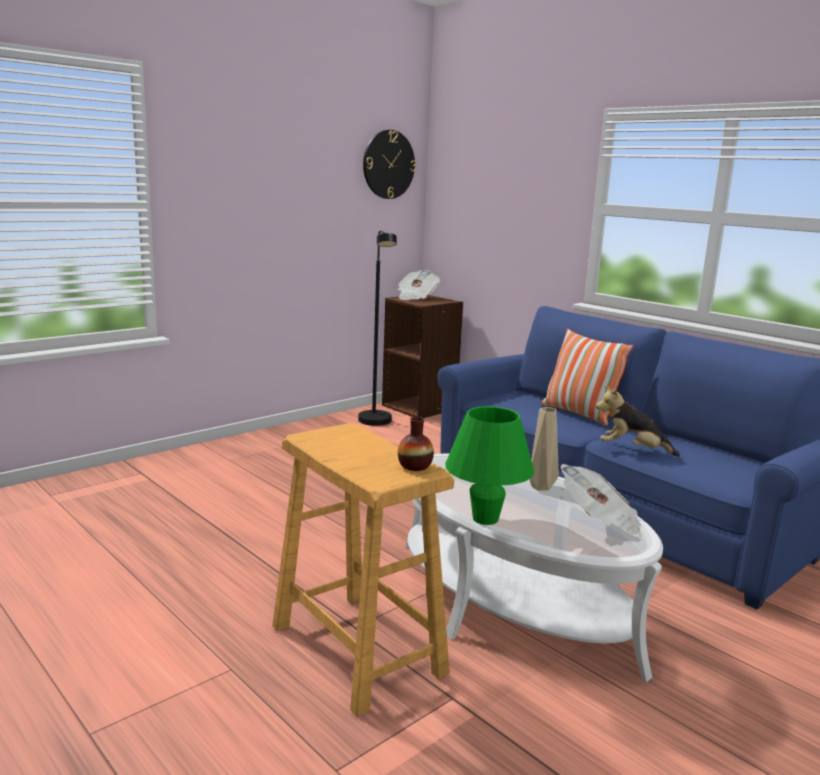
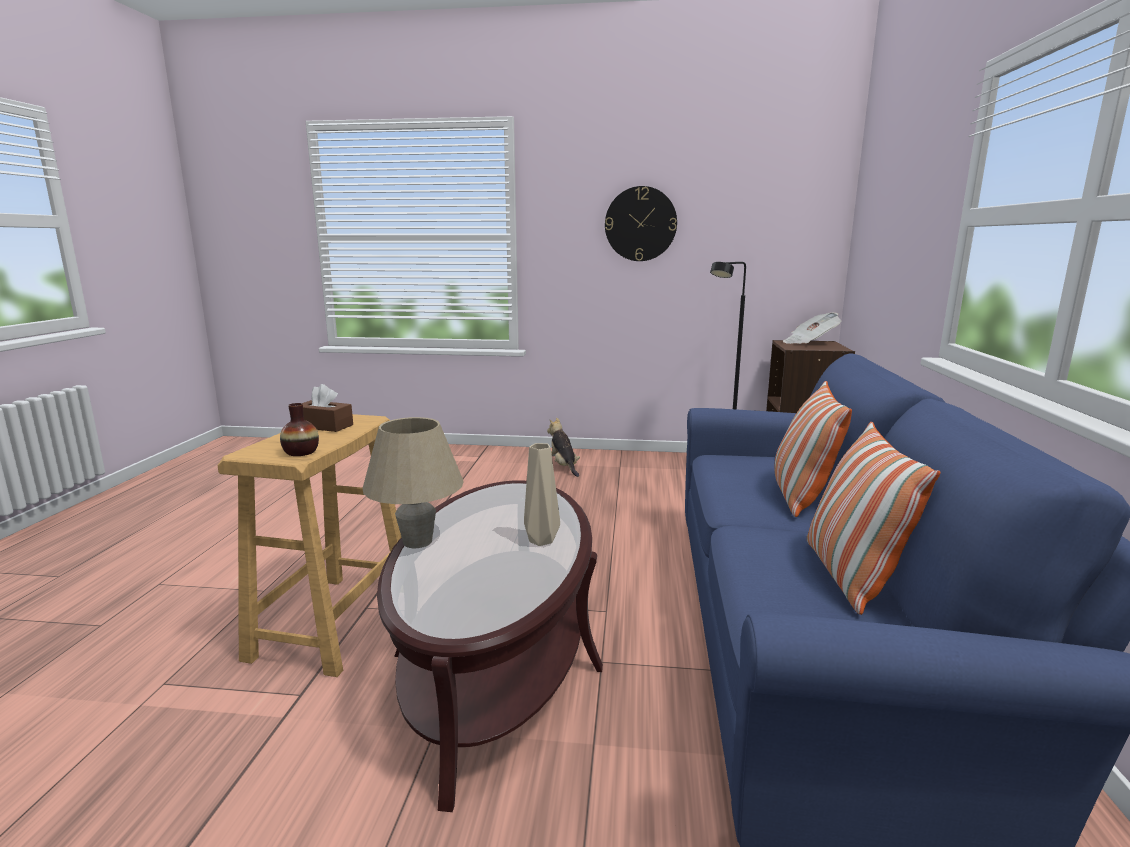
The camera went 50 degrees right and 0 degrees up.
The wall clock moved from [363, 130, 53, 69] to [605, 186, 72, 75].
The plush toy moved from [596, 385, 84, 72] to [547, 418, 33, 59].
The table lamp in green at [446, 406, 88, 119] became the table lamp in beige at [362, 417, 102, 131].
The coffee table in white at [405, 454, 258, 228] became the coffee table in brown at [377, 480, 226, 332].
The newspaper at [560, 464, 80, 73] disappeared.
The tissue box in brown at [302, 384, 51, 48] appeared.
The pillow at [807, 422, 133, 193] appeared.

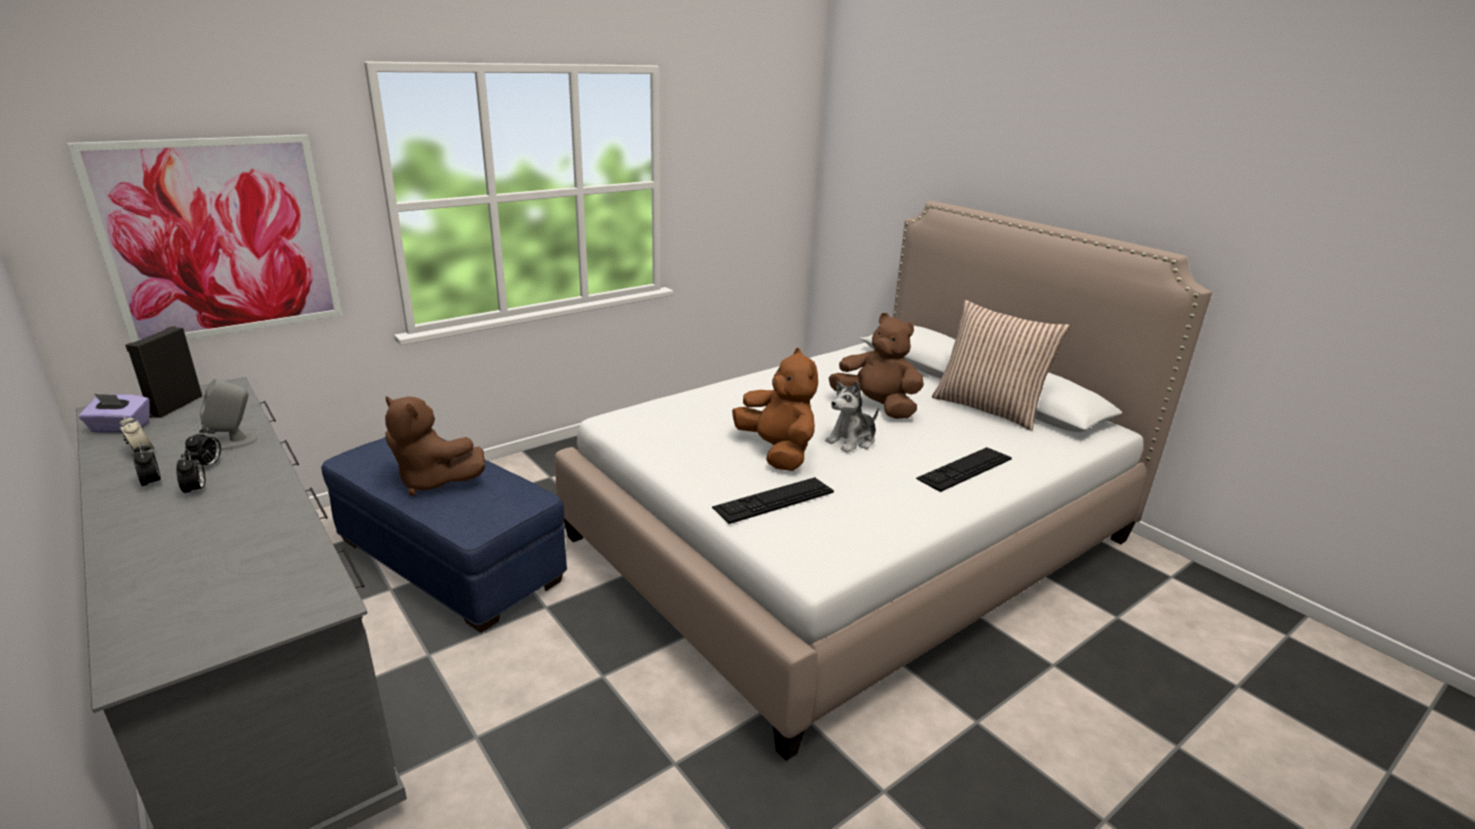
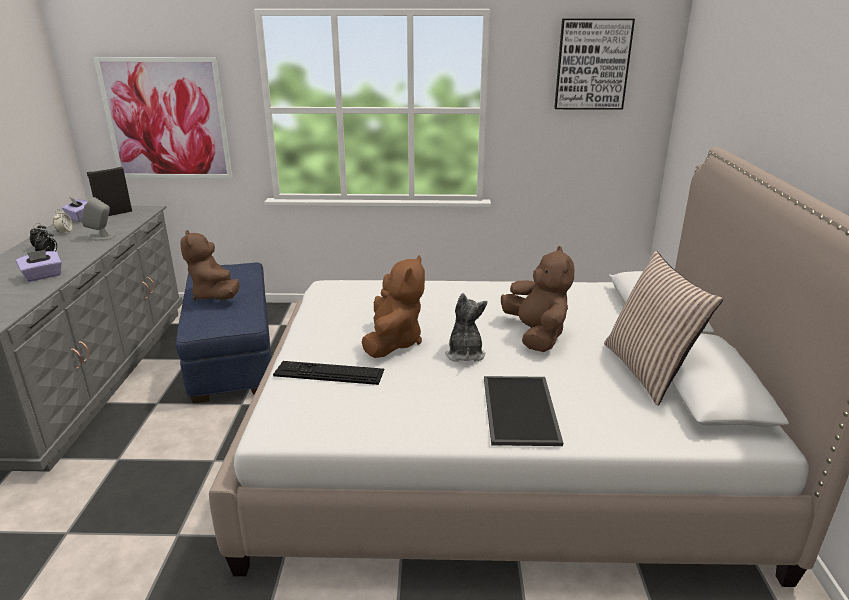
The camera went 40 degrees right and 0 degrees up.
The plush toy at [825, 381, 54, 72] turned 90 degrees clockwise.
The alarm clock at [185, 425, 36, 42] disappeared.
The keyboard at [916, 447, 96, 45] was replaced by the tray at [484, 376, 79, 70].
The picture at [554, 19, 81, 91] appeared.
The tissue box in purple at [16, 250, 46, 32] appeared.

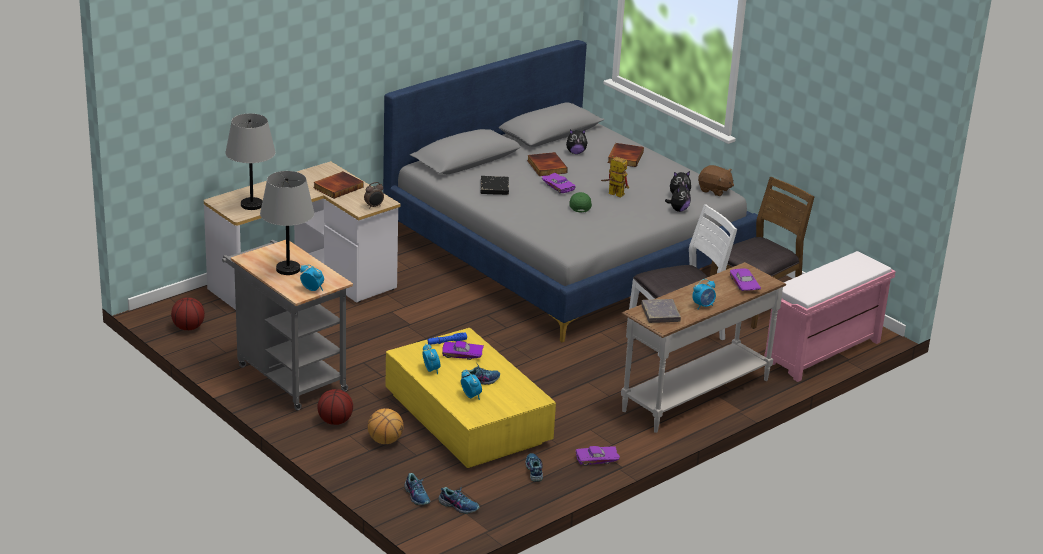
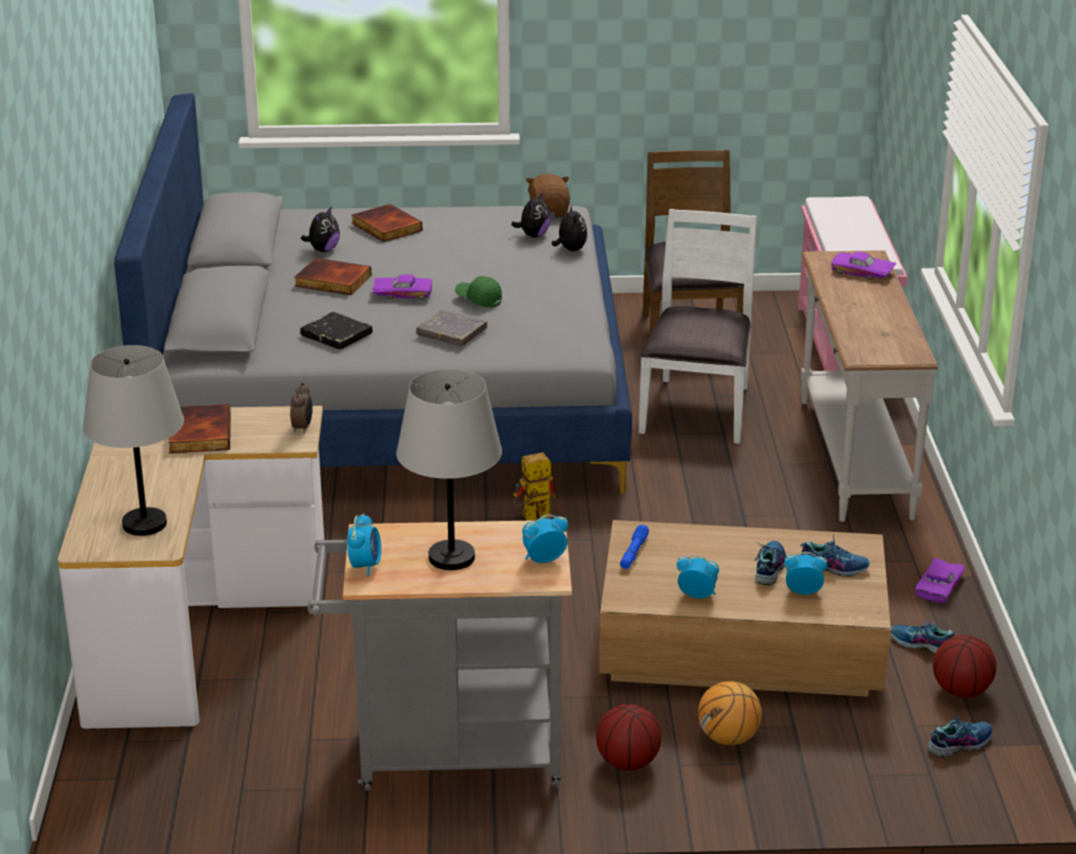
The camera went 50 degrees left and 0 degrees up.
The toy robot moved from [601, 155, 28, 43] to [513, 453, 42, 68].
The plush toy in brown at [698, 165, 36, 31] turned 75 degrees counterclockwise.
The alarm clock moved from [692, 279, 24, 31] to [347, 513, 34, 63].
The basketball moved from [171, 298, 34, 32] to [933, 635, 63, 63].
The book in grey moved from [641, 299, 40, 24] to [416, 310, 71, 37].
The coffee table in yellow at [385, 328, 171, 140] became the coffee table in brown at [599, 520, 292, 177].
The toy car in purple at [442, 341, 42, 19] disappeared.
The shoe moved from [404, 473, 26, 32] to [800, 534, 70, 43].

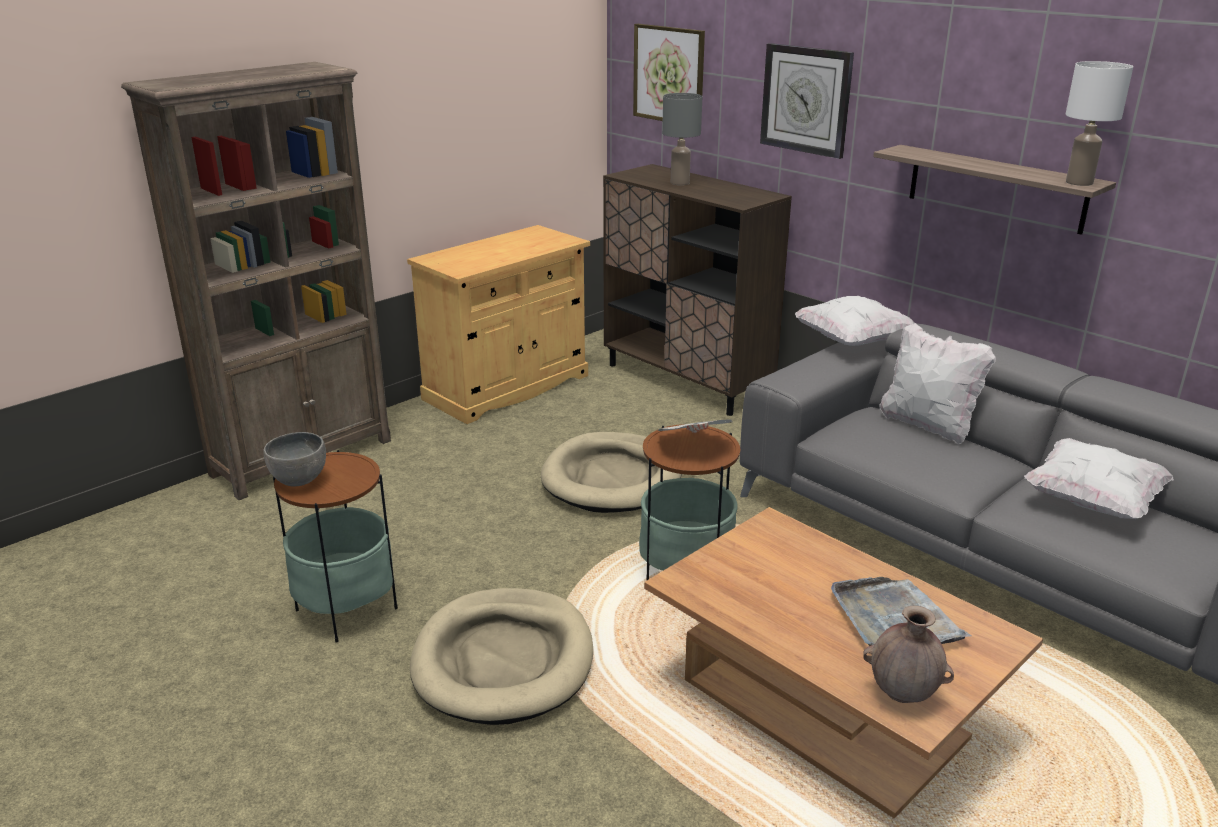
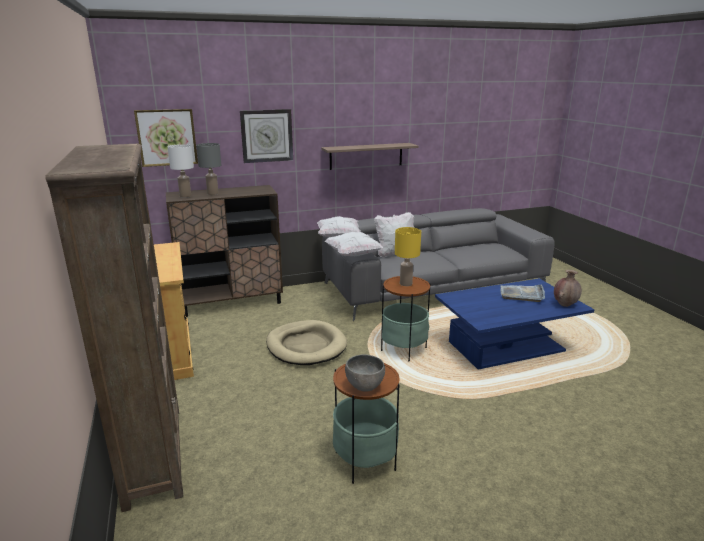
The camera went 65 degrees left and 5 degrees down.
The table lamp in white moved from [1066, 61, 67, 125] to [167, 144, 27, 54].
The newspaper at [657, 420, 75, 13] was replaced by the table lamp in yellow at [395, 227, 26, 59].
The pillow in white moved from [1024, 438, 150, 81] to [325, 232, 58, 24].
The coffee table in brown at [644, 507, 399, 312] became the coffee table in blue at [435, 279, 160, 91].
The dog bed in beige at [410, 588, 183, 137] disappeared.

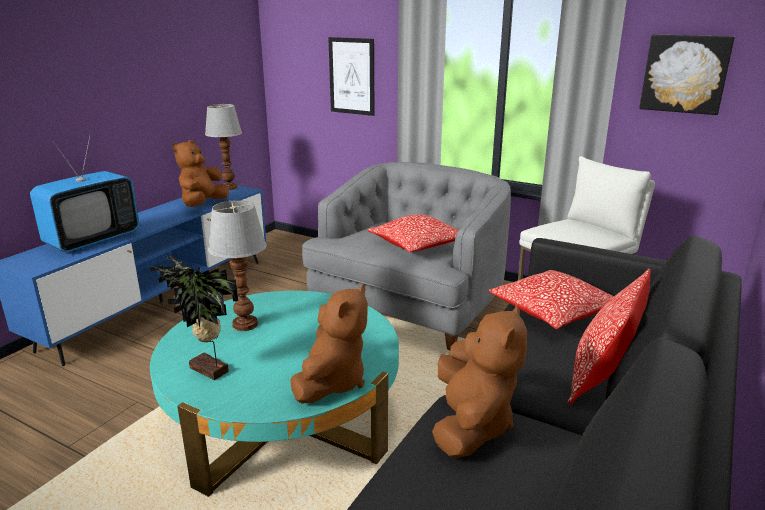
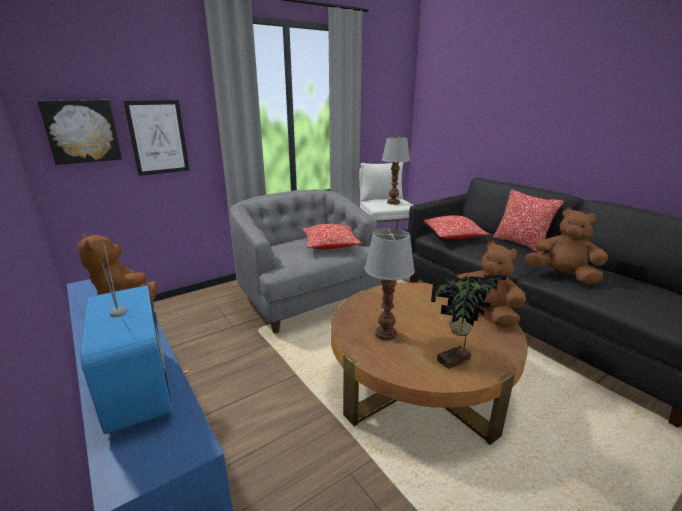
The camera went 65 degrees left and 0 degrees up.
The picture moved from [639, 35, 96, 80] to [38, 100, 84, 65].
The table lamp moved from [205, 104, 37, 86] to [382, 137, 28, 68].
The coffee table in turquoise at [150, 291, 249, 206] became the coffee table in brown at [331, 283, 197, 162].

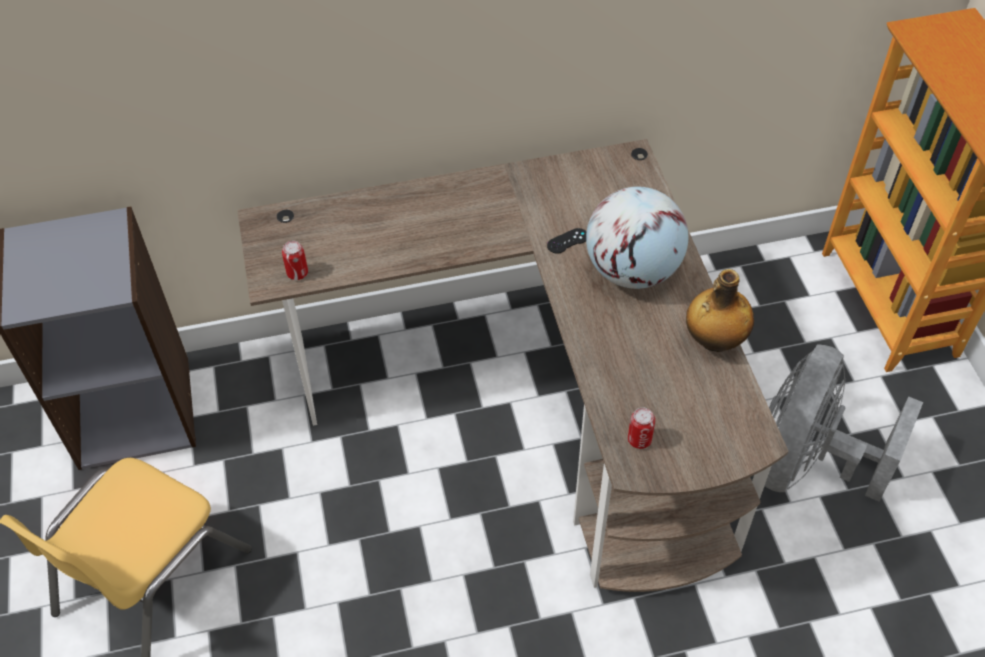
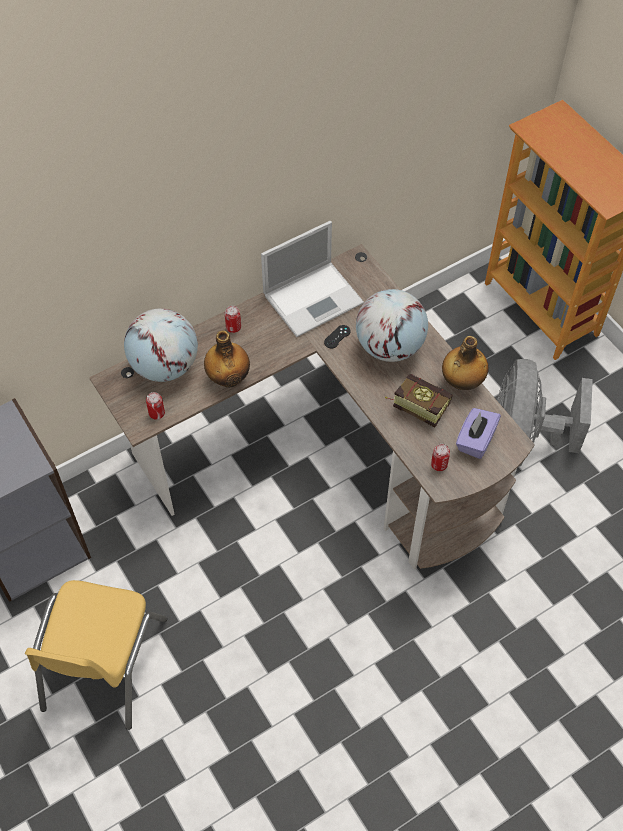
The camera went 20 degrees left and 5 degrees up.
The laptop at [261, 221, 103, 116] appeared.
The can at [225, 306, 16, 27] appeared.
The globe at [124, 308, 74, 74] appeared.
The bottle at [204, 330, 46, 58] appeared.
The book at [385, 374, 68, 53] appeared.
The tissue box in purple at [456, 408, 45, 51] appeared.

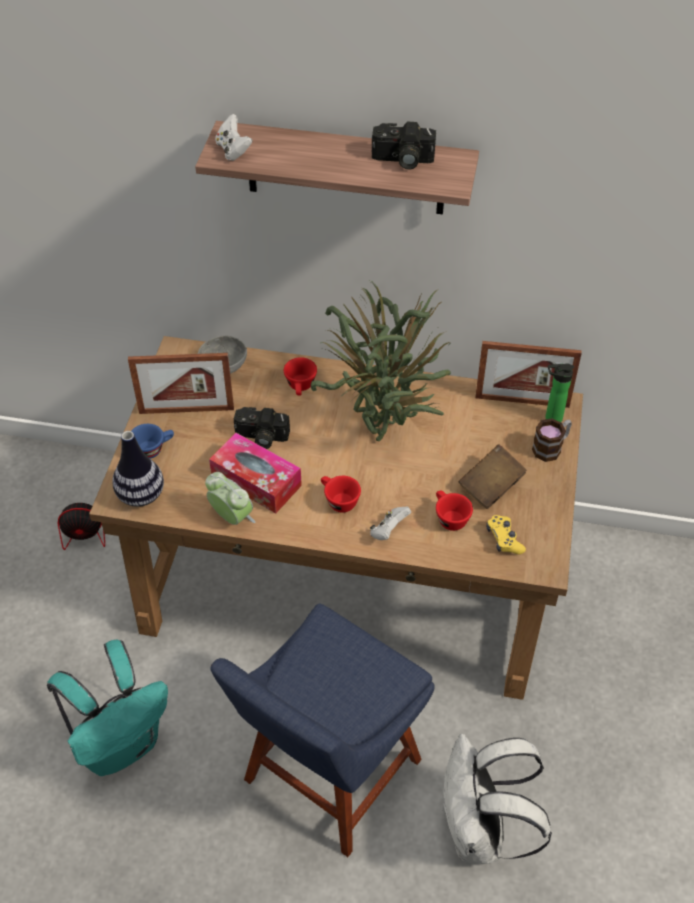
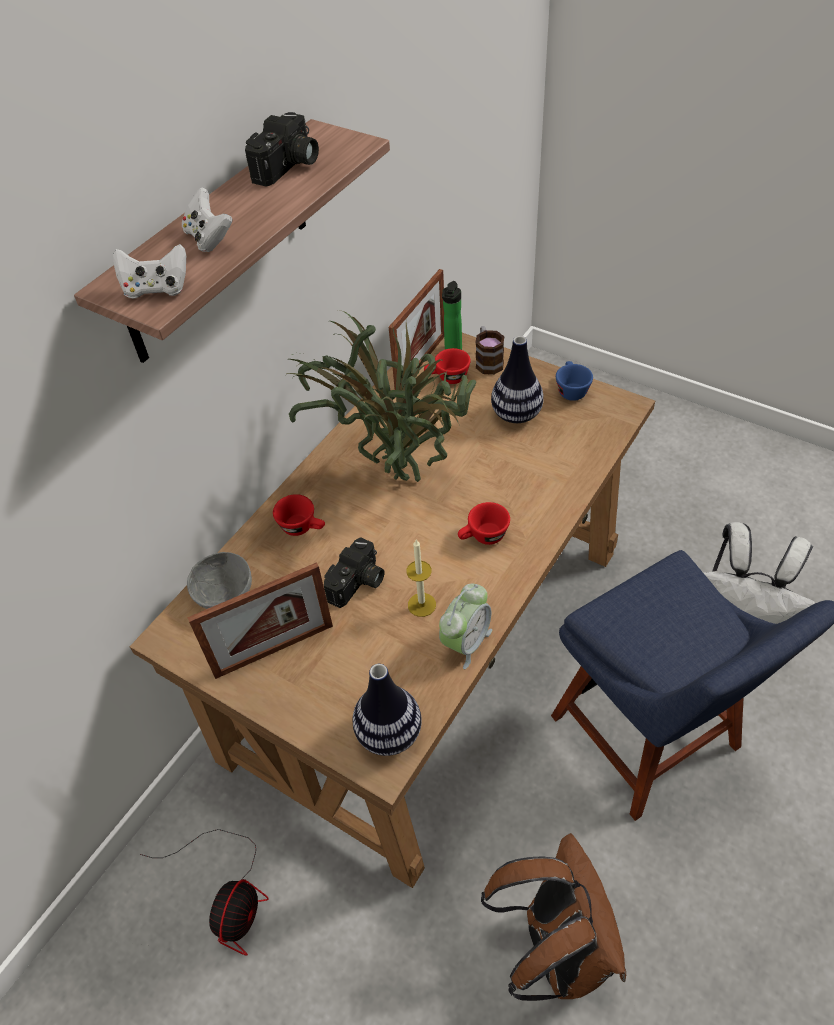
The camera went 65 degrees left and 0 degrees up.
The picture frame at [128, 353, 106, 61] turned 45 degrees clockwise.
The cup in blue moved from [131, 424, 43, 35] to [556, 361, 37, 40].
The tissue box at [209, 433, 93, 80] was replaced by the candle at [406, 540, 30, 77].
The book in brown at [459, 444, 68, 65] was replaced by the vase at [491, 336, 53, 87].
The alarm clock at [205, 472, 51, 53] turned 150 degrees clockwise.
The cup in red moved from [436, 490, 37, 41] to [424, 348, 46, 36].
The game controller in white moved from [370, 507, 41, 33] to [182, 187, 51, 65].
The game controller in yellow at [486, 515, 40, 39] disappeared.
The backpack in turquoise at [47, 640, 121, 136] became the backpack in brown at [481, 833, 145, 168].

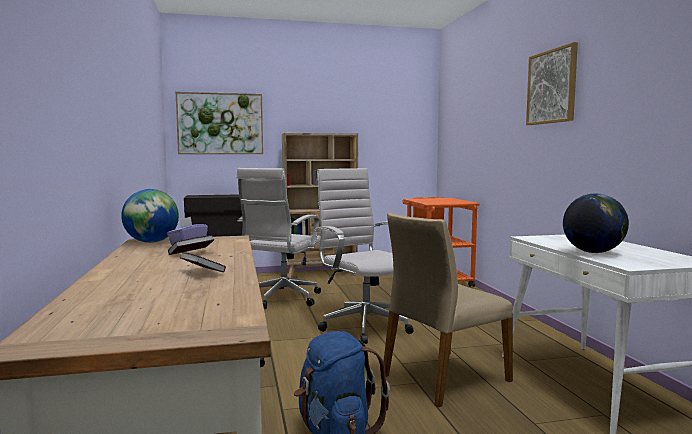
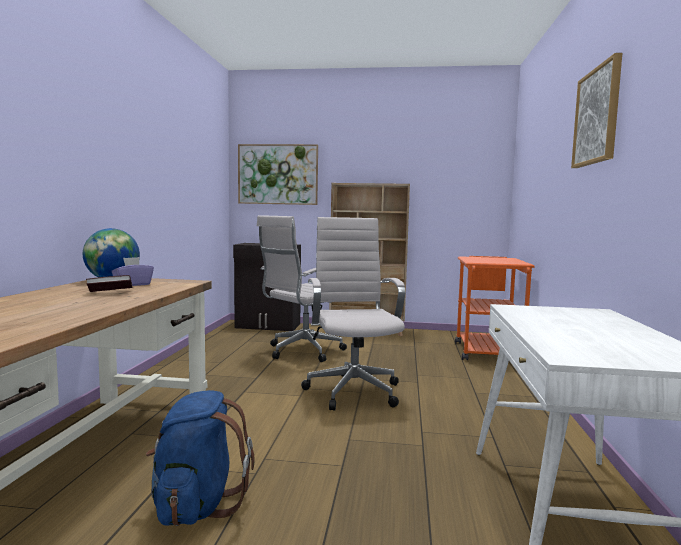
The camera went 20 degrees right and 0 degrees up.
The globe at [563, 193, 66, 60] disappeared.
The chair in beige at [384, 212, 129, 196] disappeared.
The book at [180, 252, 46, 20] disappeared.

